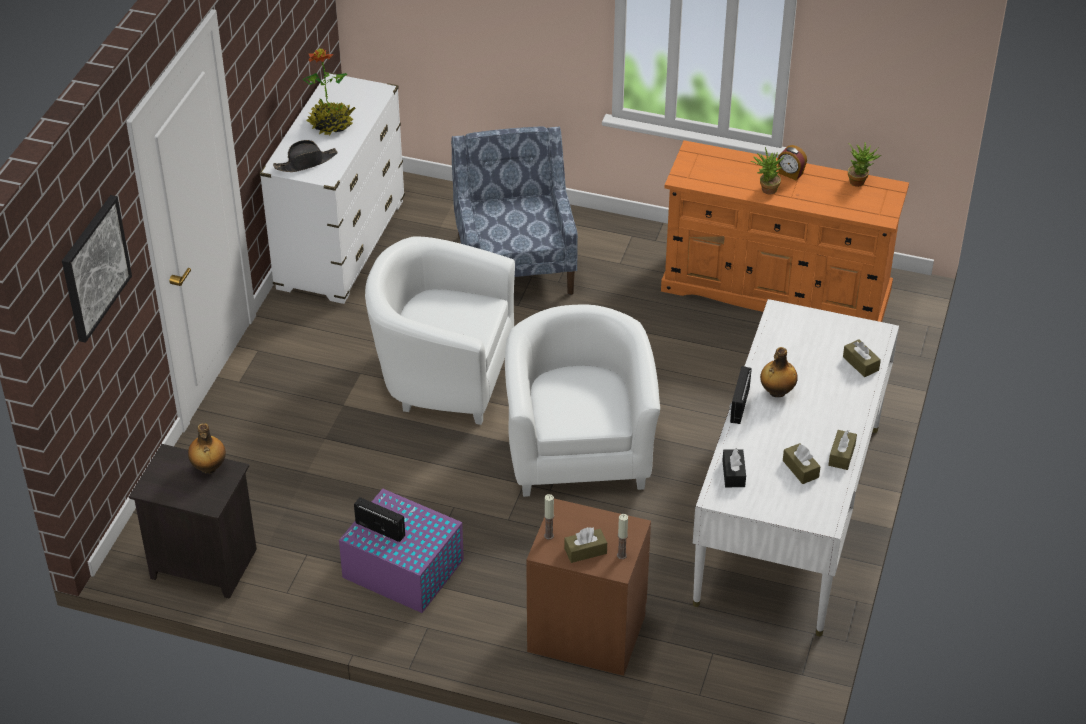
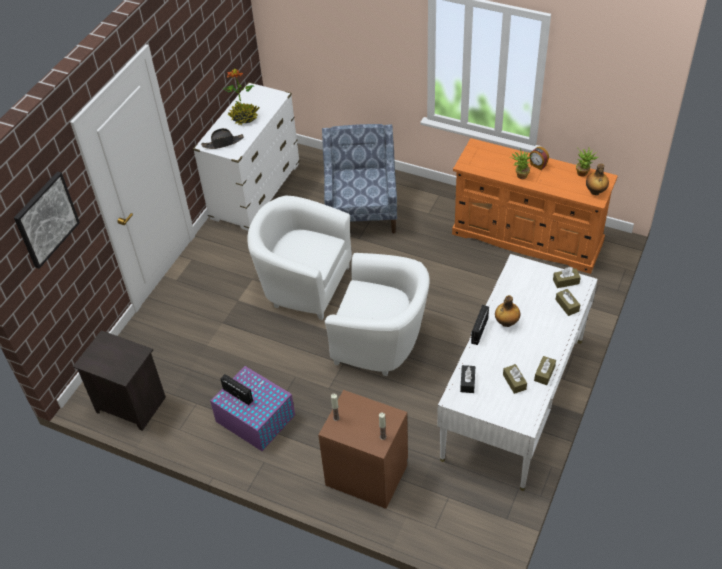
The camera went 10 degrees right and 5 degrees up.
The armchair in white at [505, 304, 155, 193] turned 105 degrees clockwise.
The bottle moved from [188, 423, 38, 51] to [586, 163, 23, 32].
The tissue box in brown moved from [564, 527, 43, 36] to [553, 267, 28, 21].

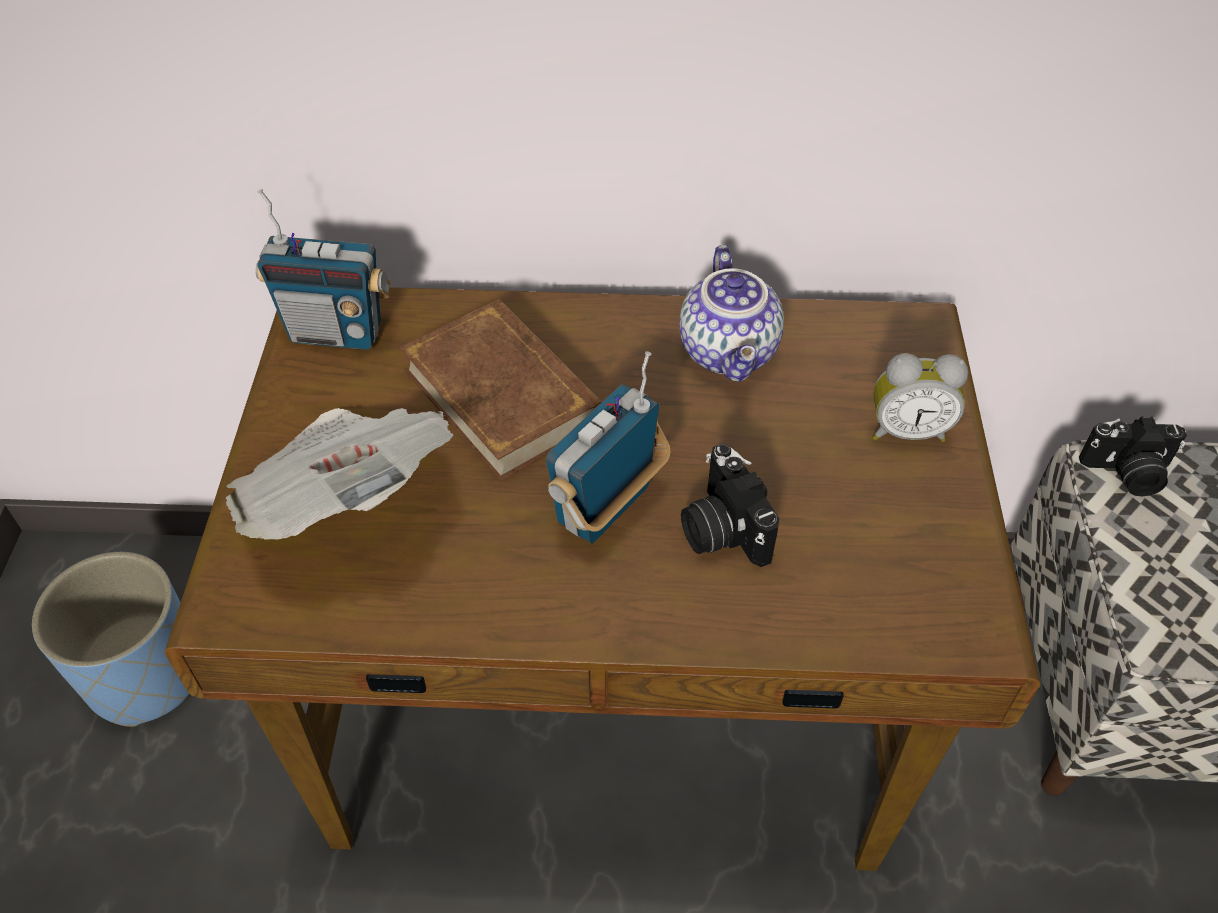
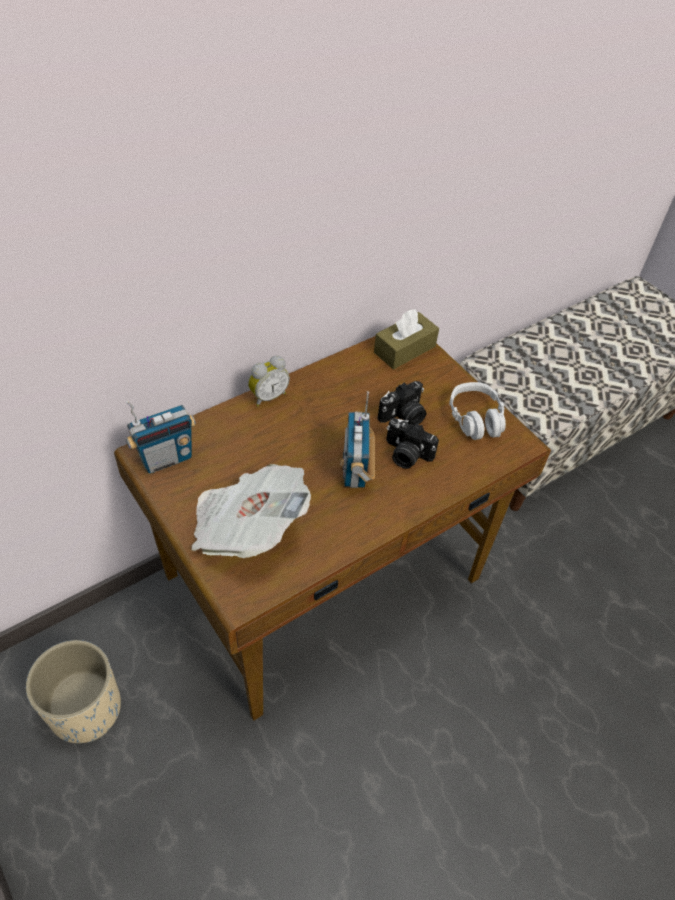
The camera went 40 degrees left and 0 degrees up.
The teapot at [679, 245, 105, 137] disappeared.
The book in brown at [400, 299, 202, 182] disappeared.
The alarm clock moved from [873, 353, 95, 89] to [248, 356, 42, 51].
The photo camera moved from [1079, 417, 108, 79] to [378, 381, 48, 45].
The planter in blue at [32, 552, 157, 175] became the planter in beige at [26, 640, 95, 103].
The tissue box in brown at [374, 309, 65, 61] appeared.
The headphones in grey at [449, 382, 57, 58] appeared.

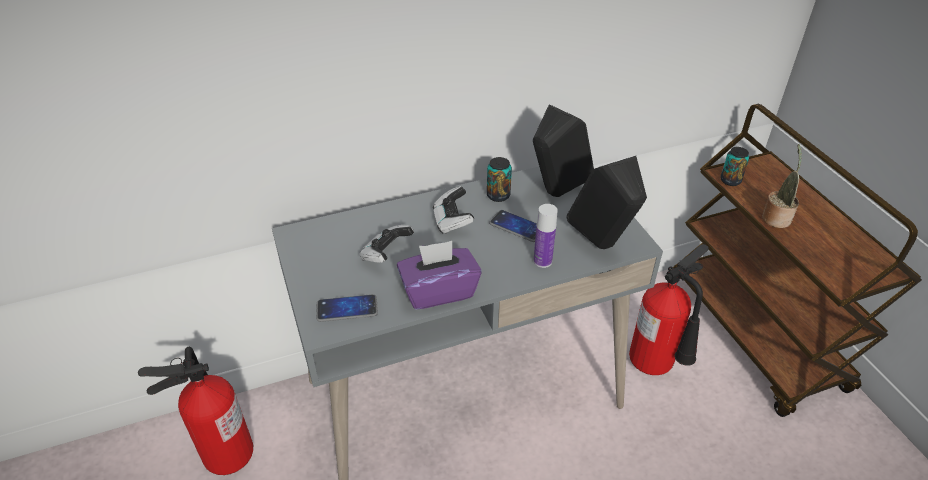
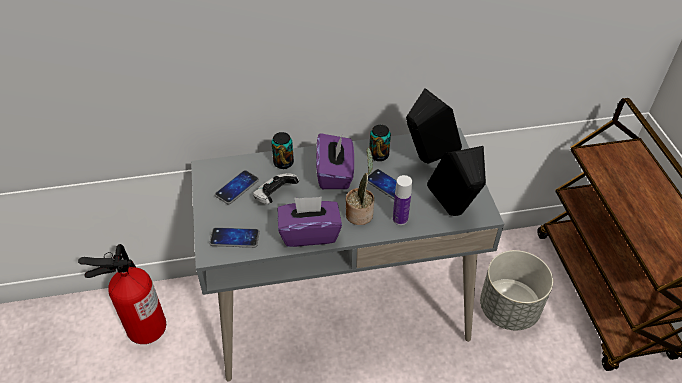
The camera went 10 degrees right and 5 degrees up.
The potted plant moved from [762, 144, 40, 84] to [346, 148, 28, 77].
The can moved from [720, 147, 29, 39] to [271, 132, 23, 37].
The game controller at [433, 186, 41, 48] was replaced by the tissue box in purple at [316, 133, 38, 56].
The fire extinguisher at [629, 244, 80, 131] was replaced by the planter in grey at [480, 250, 73, 80].
The phone at [215, 170, 44, 34] appeared.

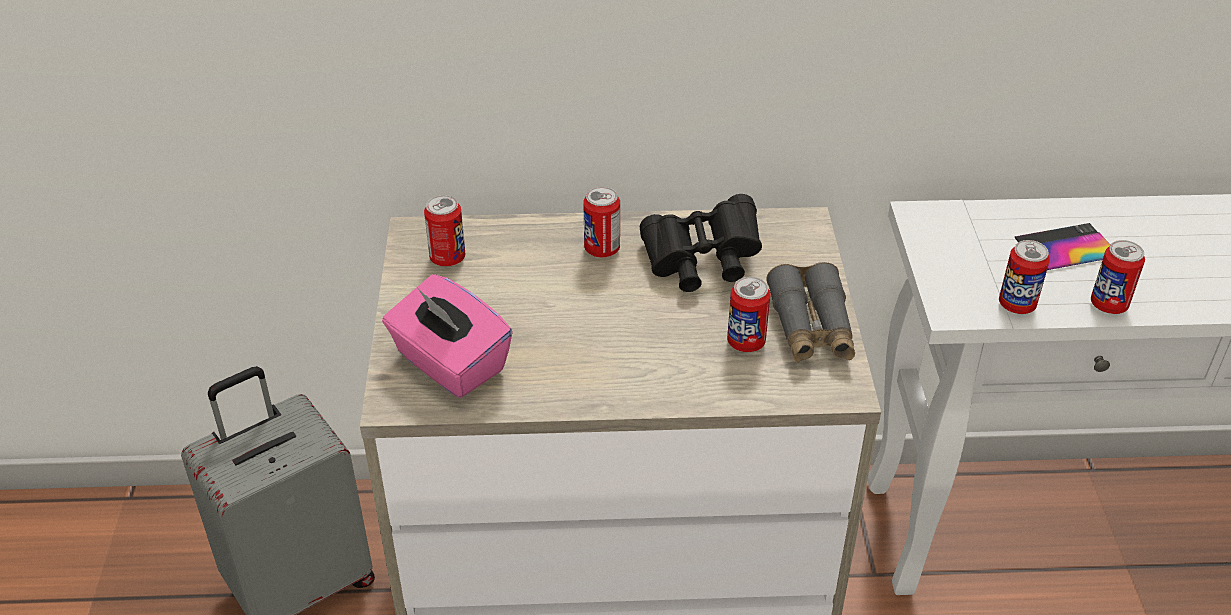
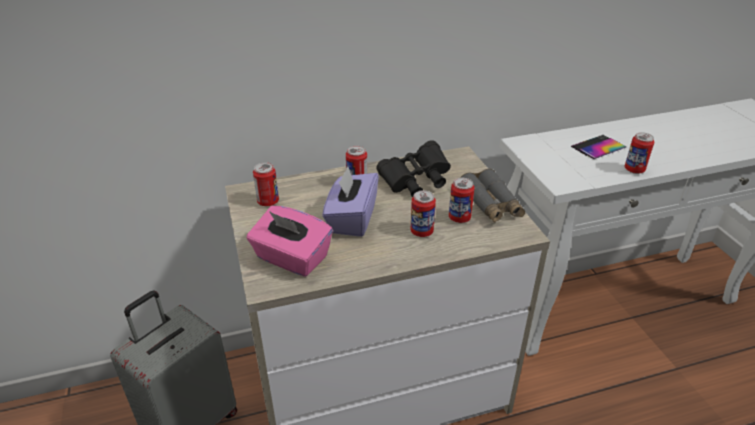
The camera went 15 degrees left and 5 degrees down.
The can moved from [999, 240, 51, 74] to [411, 190, 25, 47].
The tissue box in purple at [322, 167, 57, 70] appeared.

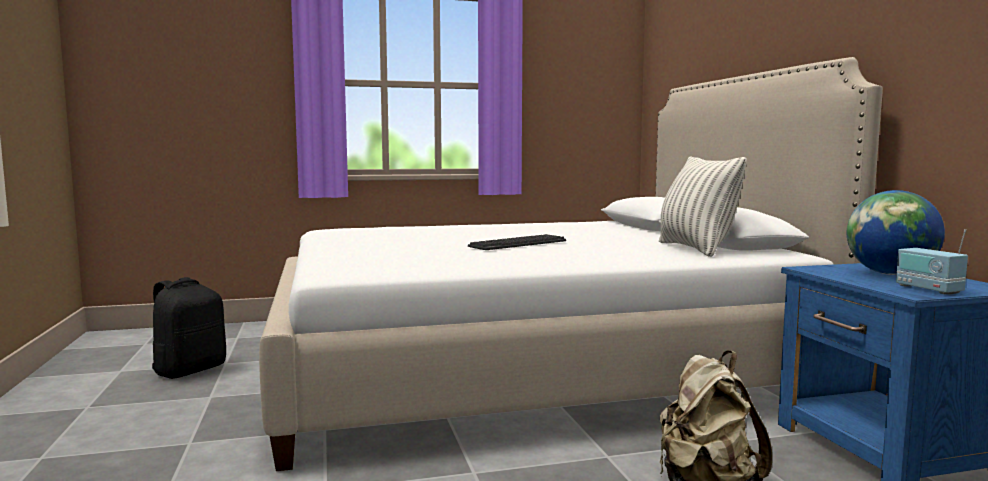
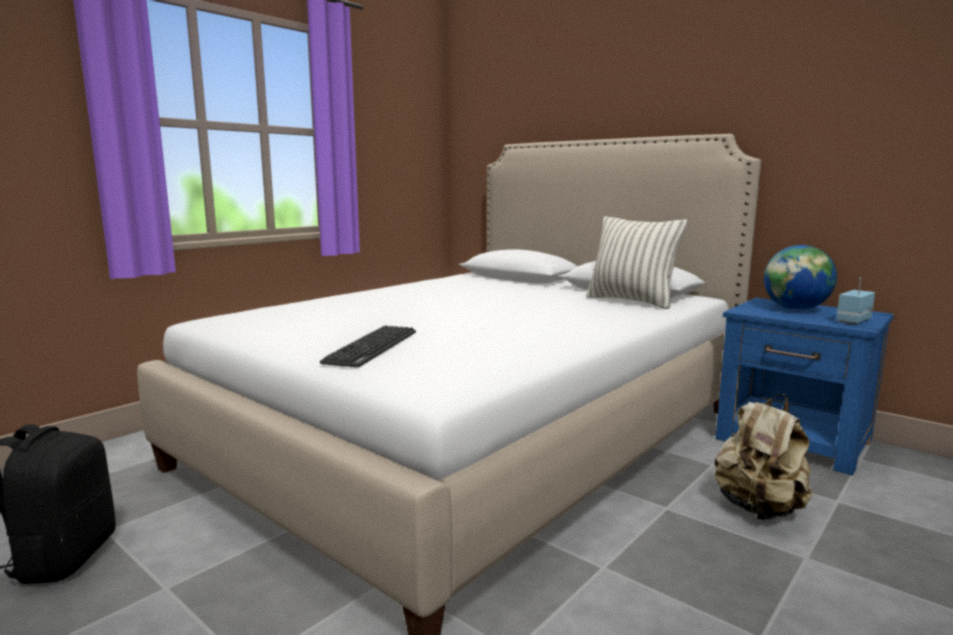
The camera went 35 degrees left and 5 degrees up.
The radio at [896, 229, 72, 66] turned 105 degrees clockwise.
The keyboard moved from [468, 234, 98, 16] to [320, 326, 96, 41].

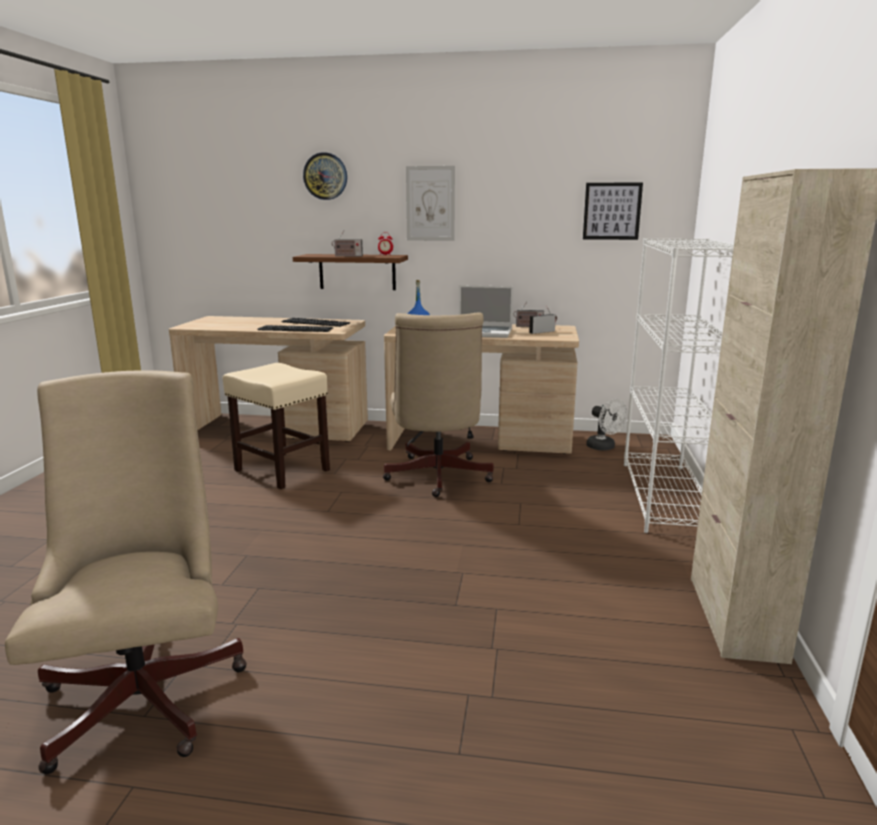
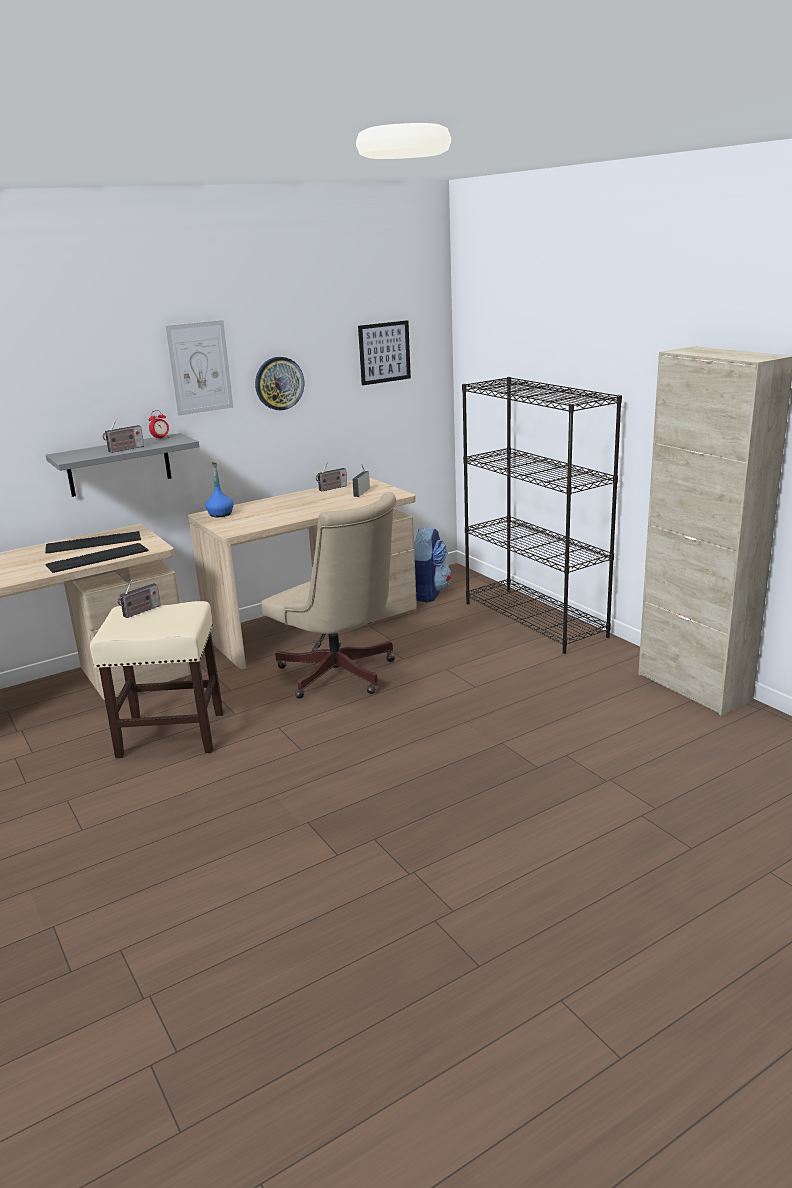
The camera went 40 degrees left and 5 degrees up.
The wall clock moved from [303, 152, 44, 48] to [255, 357, 49, 53].
The bookcase in white at [624, 238, 110, 295] became the bookcase in black at [462, 377, 160, 277].
The shelf in brown at [293, 254, 115, 36] became the shelf in grey at [46, 433, 153, 64].
The laptop at [459, 285, 54, 53] disappeared.
The office chair in beige at [5, 370, 242, 404] disappeared.
The fan in white at [586, 399, 41, 52] was replaced by the backpack at [414, 526, 38, 76].
The radio at [117, 579, 44, 39] appeared.

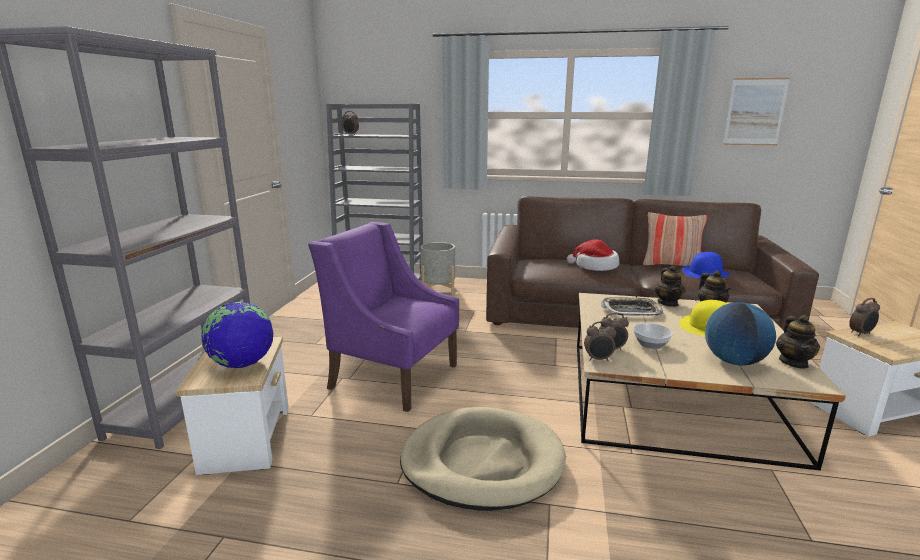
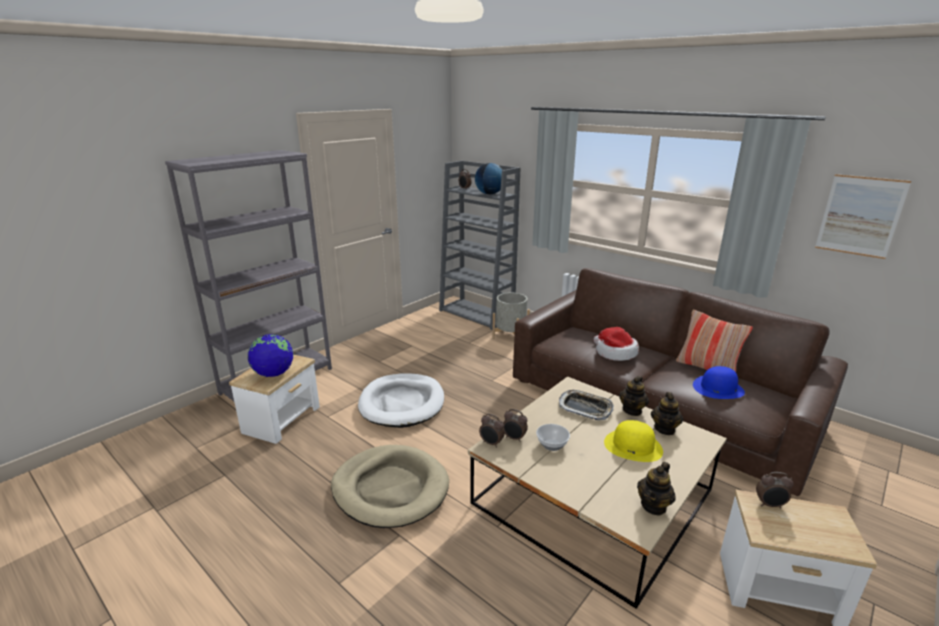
The camera went 30 degrees right and 5 degrees up.
The armchair in purple at [308, 222, 151, 190] was replaced by the dog bed in white at [358, 373, 86, 55].
The globe moved from [705, 302, 71, 64] to [475, 163, 27, 32].

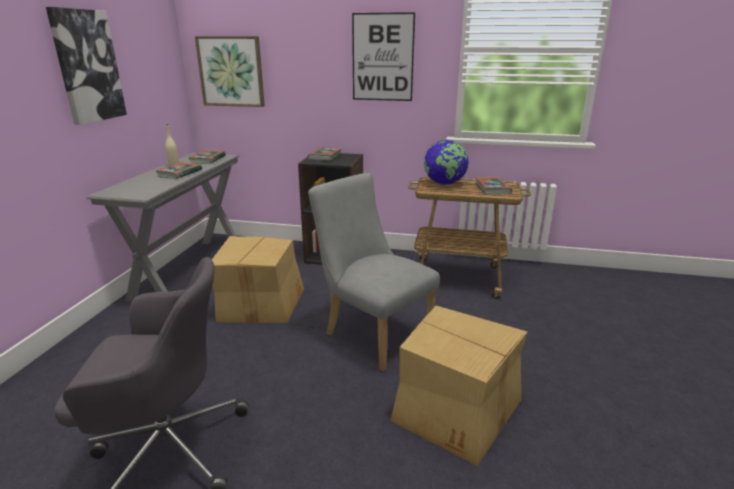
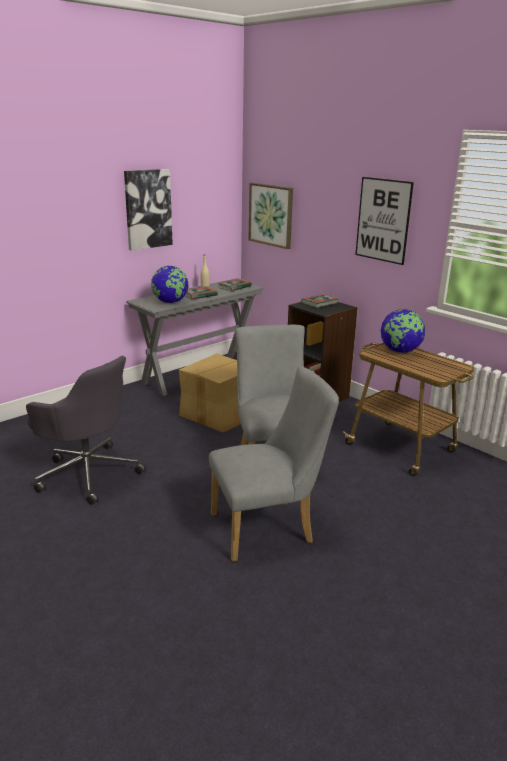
The camera went 35 degrees right and 0 degrees up.
The book at [475, 177, 37, 17] disappeared.
The cardboard box at [390, 306, 138, 160] was replaced by the chair in grey at [209, 367, 130, 194].
The globe at [151, 266, 38, 37] appeared.

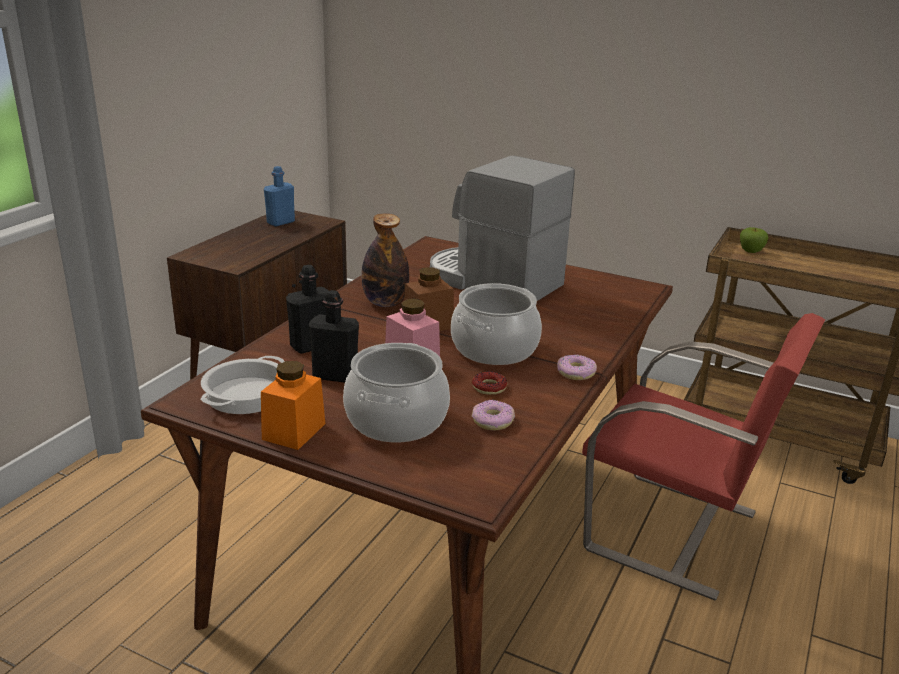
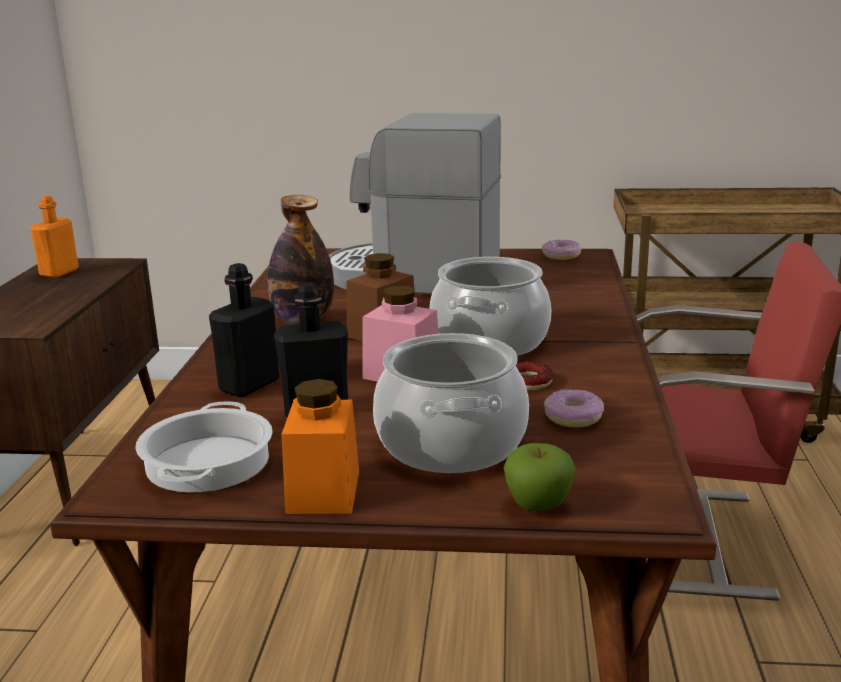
The camera went 20 degrees left and 5 degrees down.
The bottle in blue at [264, 166, 31, 60] became the bottle in orange at [30, 195, 49, 83].
The apple moved from [740, 227, 28, 26] to [503, 443, 73, 68].
The donut moved from [557, 354, 40, 26] to [542, 240, 40, 20].

